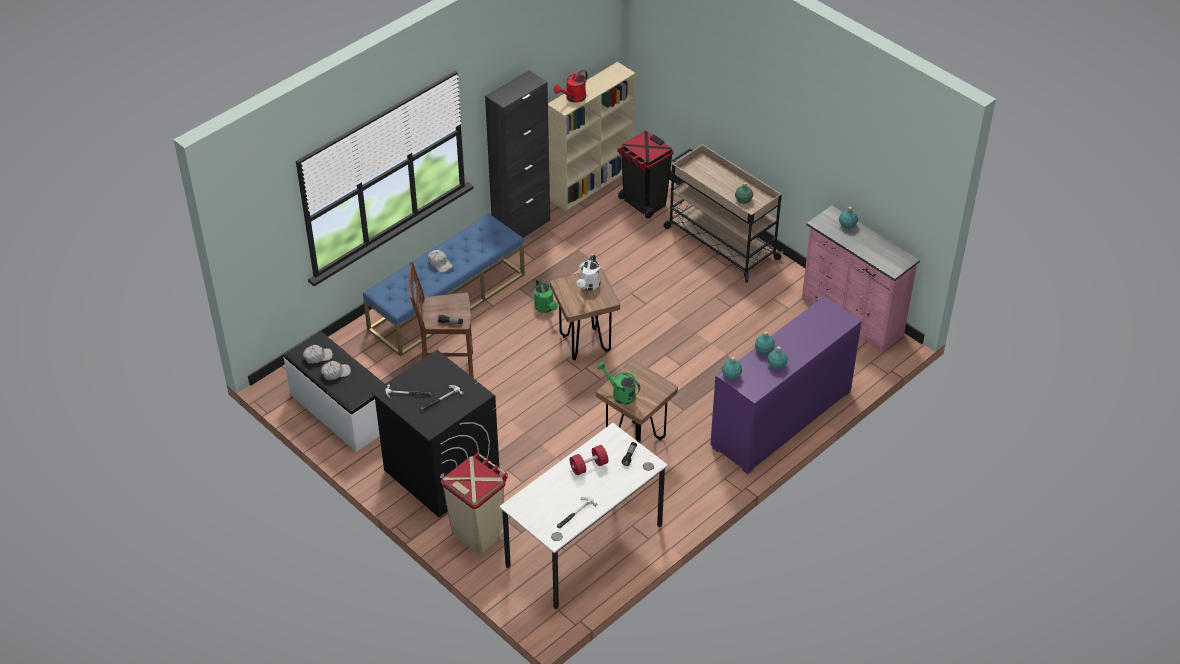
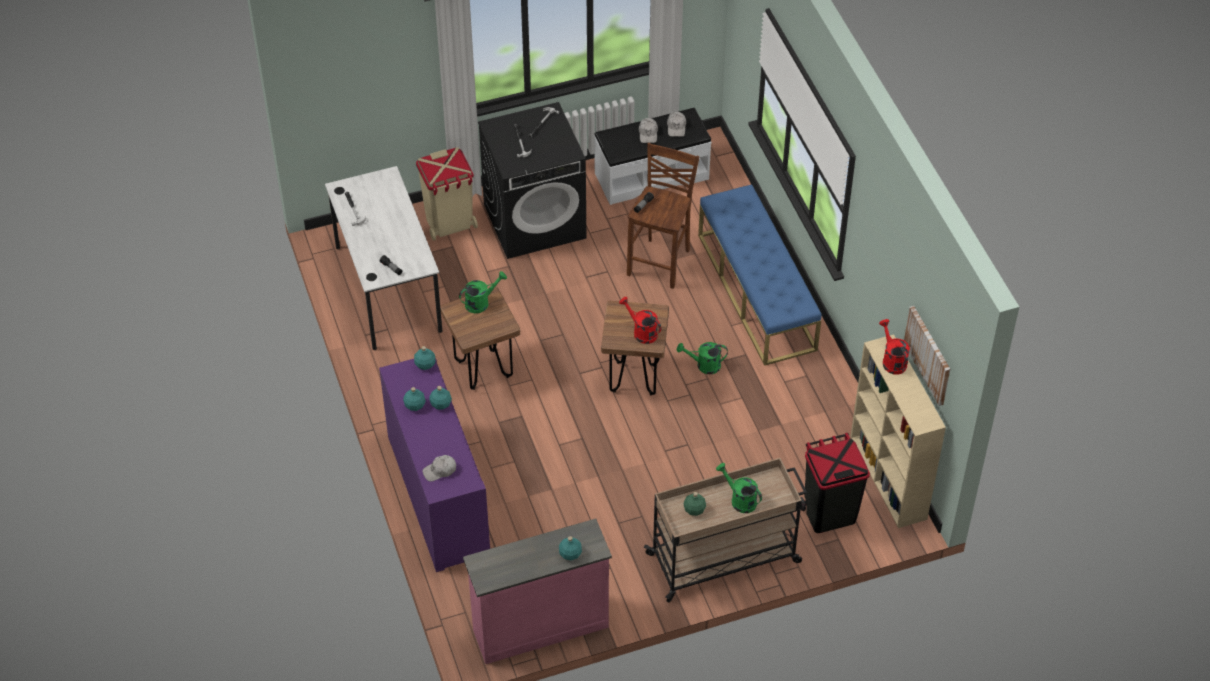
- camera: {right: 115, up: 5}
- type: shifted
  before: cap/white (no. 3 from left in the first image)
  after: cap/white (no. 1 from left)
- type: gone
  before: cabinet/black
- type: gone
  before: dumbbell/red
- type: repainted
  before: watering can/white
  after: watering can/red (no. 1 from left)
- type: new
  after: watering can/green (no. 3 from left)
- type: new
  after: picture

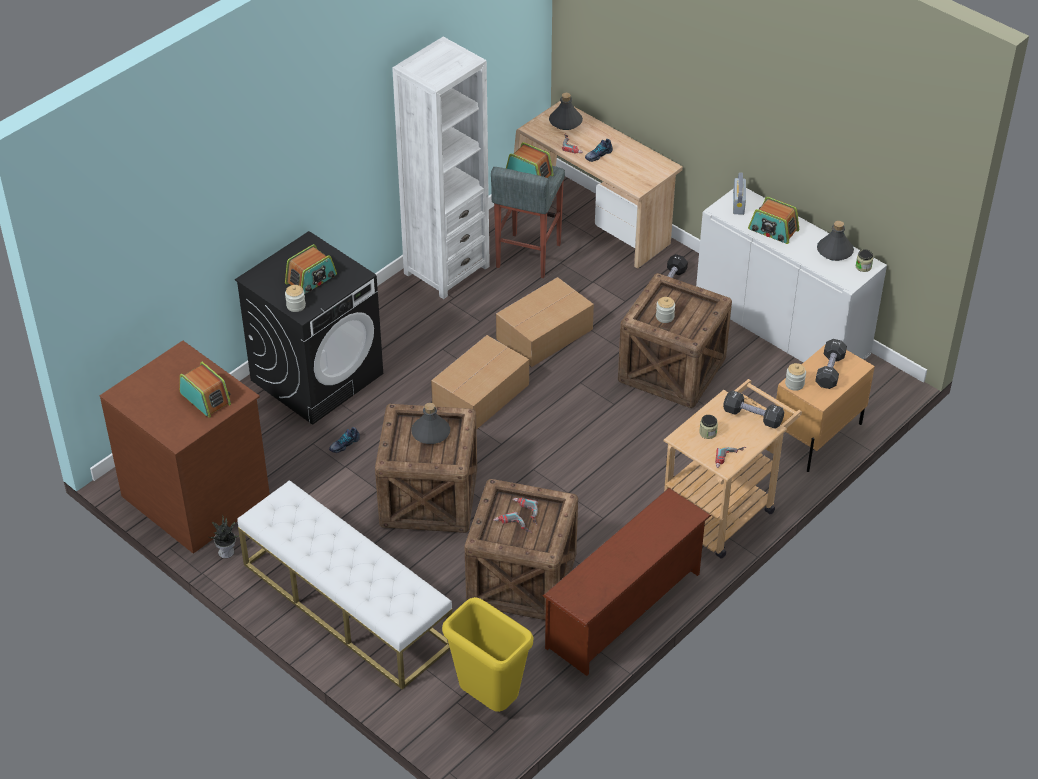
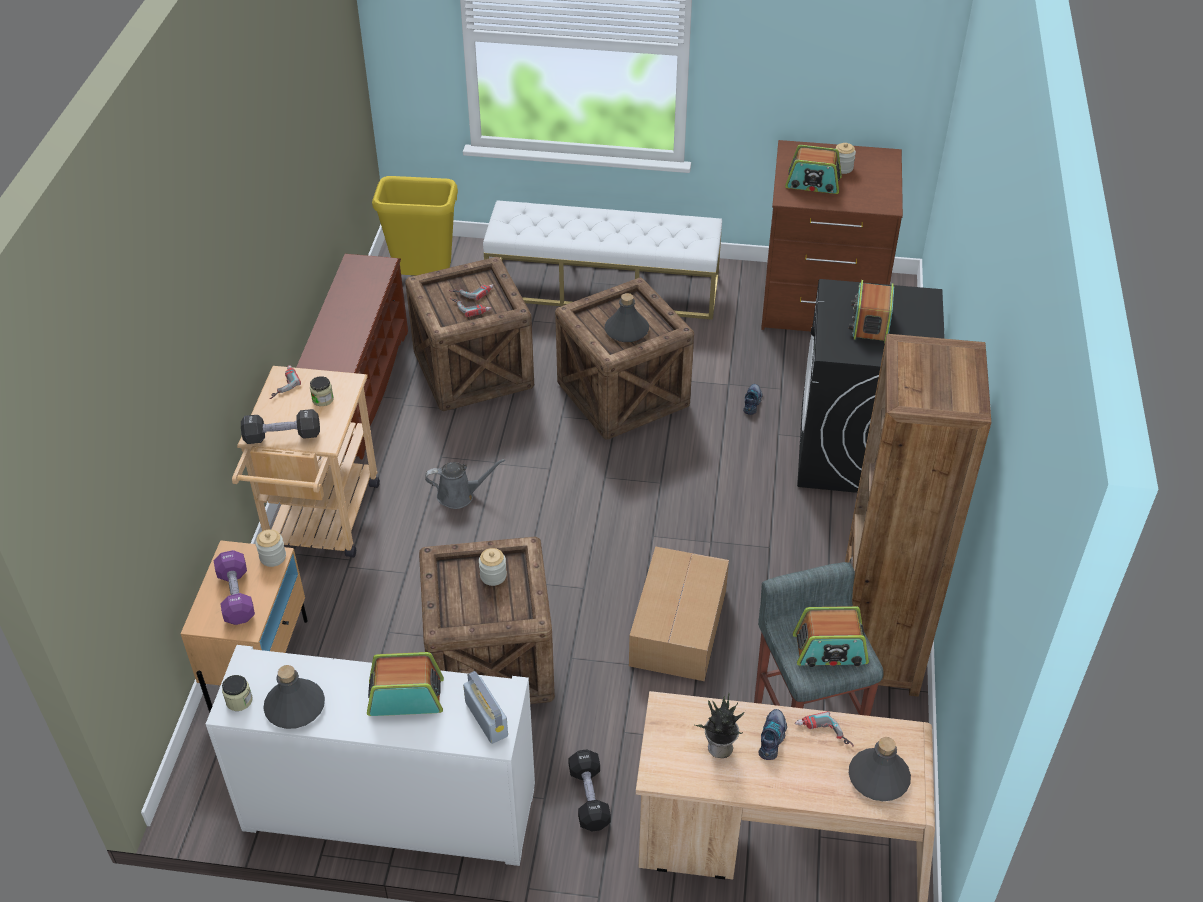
- camera: {right: 145, up: 0}
- type: shifted
  before: potted plant
- type: shifted
  before: jar (no. 1 from left in the first image)
  after: jar (no. 5 from left)
- type: repainted
  before: bookcase/white
  after: bookcase/brown
- type: gone
  before: cardboard box (no. 1 from left)
- type: repainted
  before: dumbbell/black (no. 3 from left)
  after: dumbbell/purple
- type: new
  after: watering can/grey

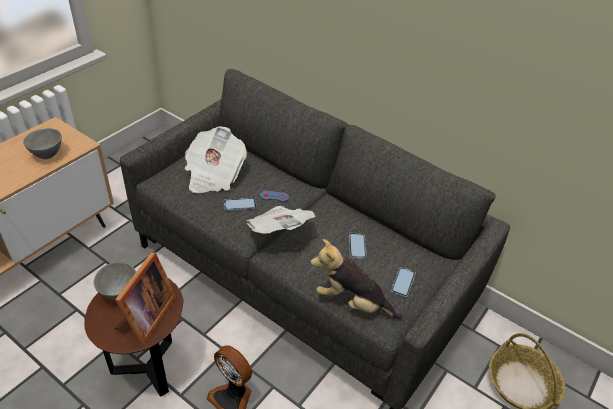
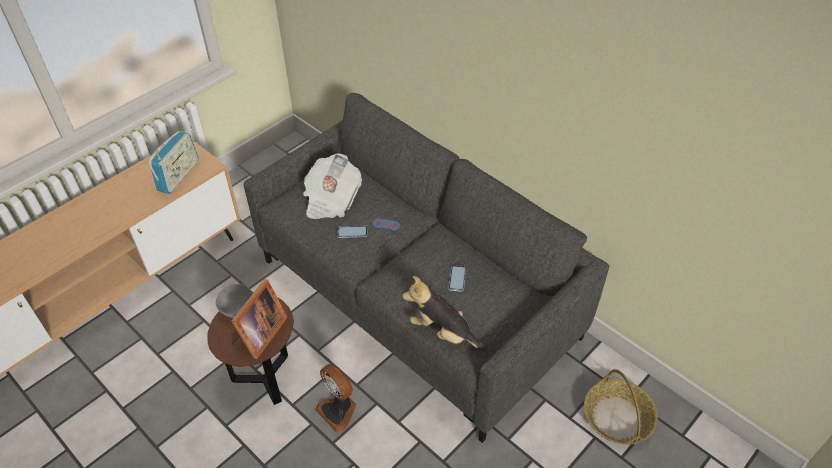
- camera: {right: 10, up: 5}
- type: swapped
  before: bowl/grey (no. 1 from left)
  after: radio
- type: gone
  before: newspaper (no. 2 from left)
- type: gone
  before: phone (no. 3 from left)

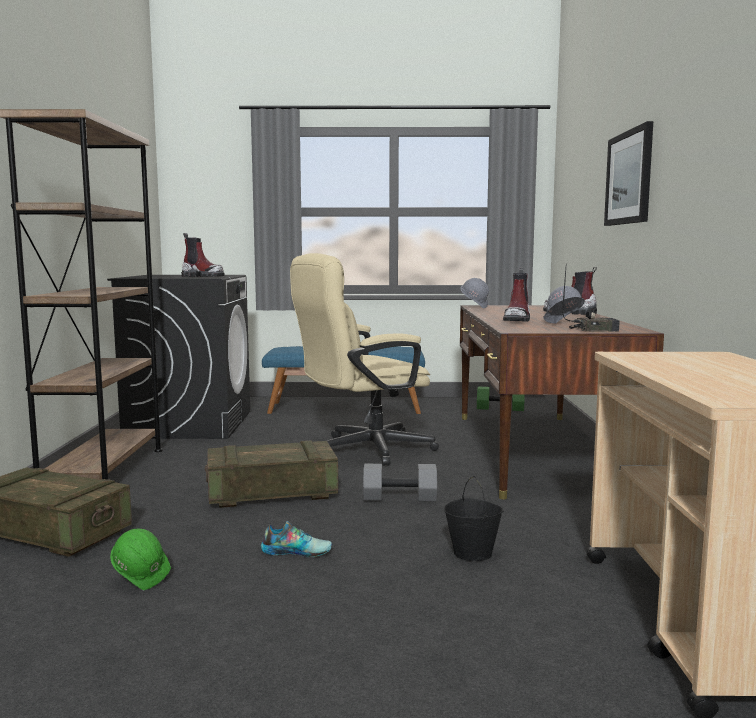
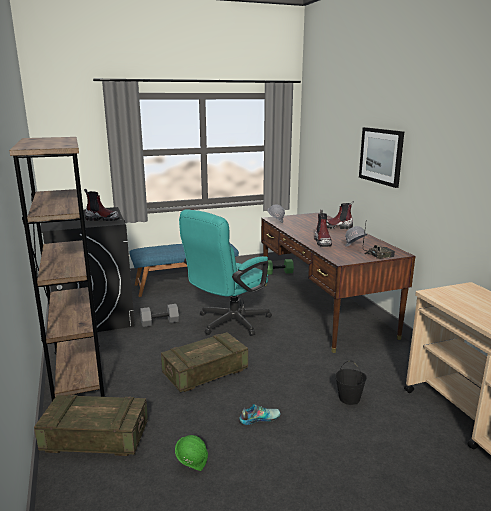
- camera: {right: -20, up: 10}
- type: repainted
  before: office chair/beige
  after: office chair/turquoise
- type: shifted
  before: dumbbell/grey

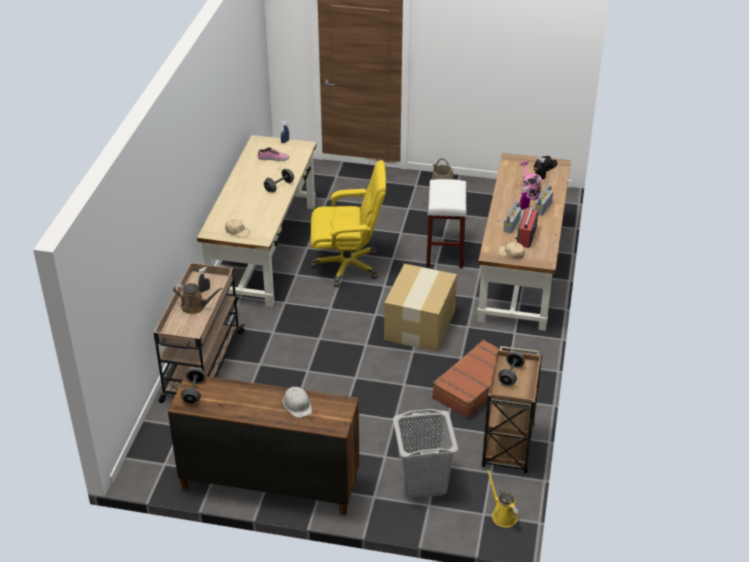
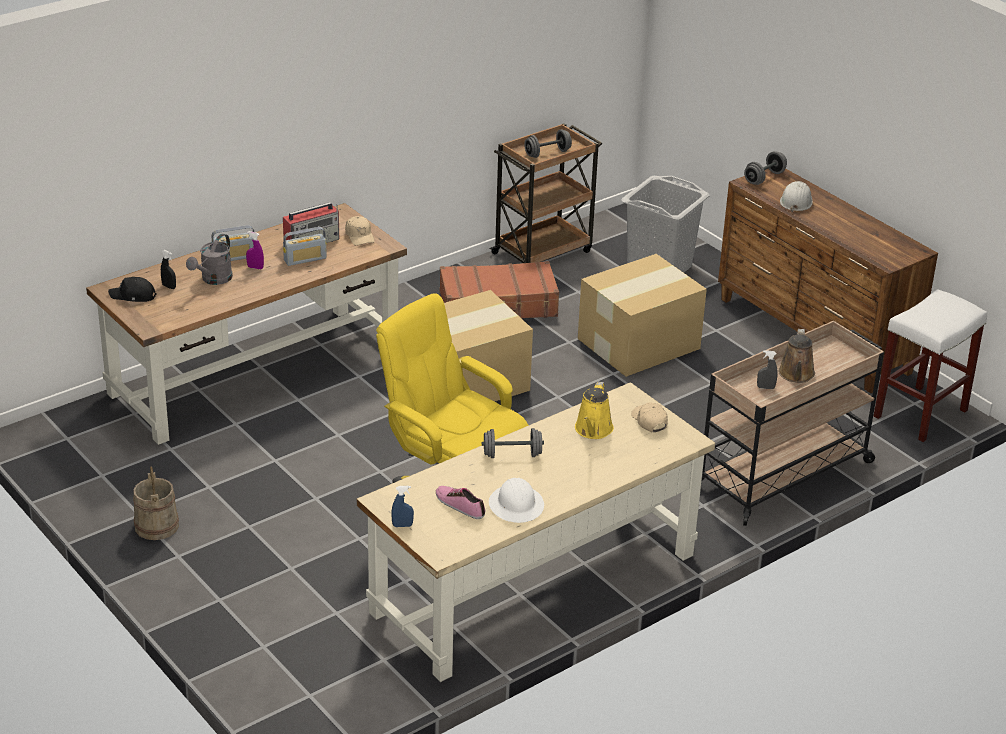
- camera: {right: -140, up: -5}
- type: rotated
  before: watering can/brown
  turn: -135
- type: shifted
  before: dumbbell/grey (no. 1 from left in the first image)
  after: dumbbell/grey (no. 3 from left)
- type: shifted
  before: stool/white
- type: shifted
  before: watering can/yellow
- type: repainted
  before: watering can/pink
  after: watering can/grey
- type: new
  after: hard hat/white (no. 1 from left)
- type: new
  after: cardboard box (no. 2 from left)

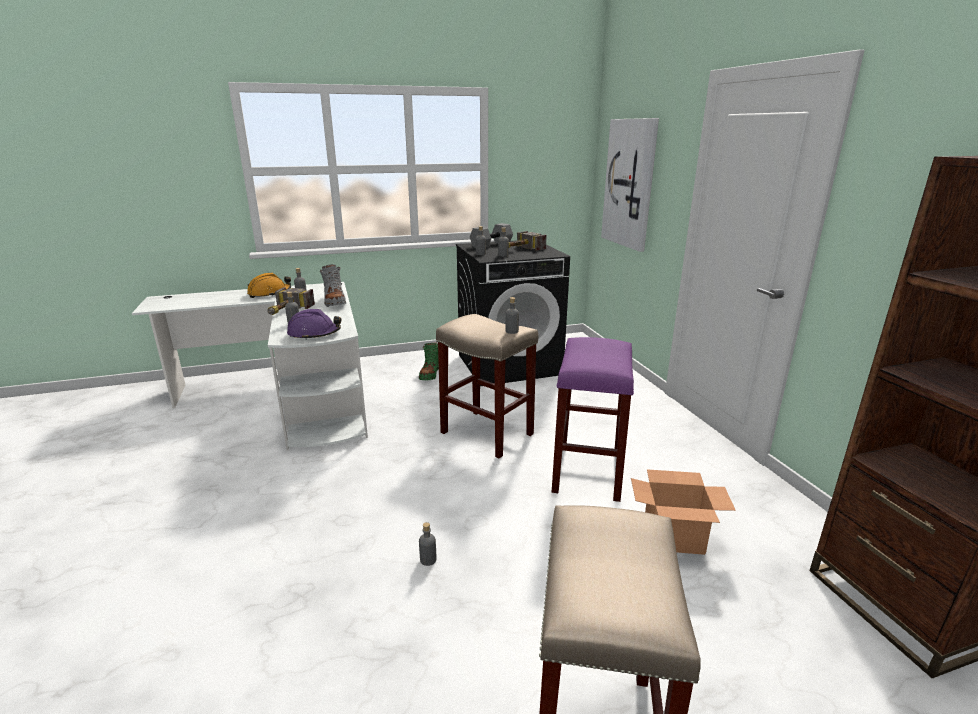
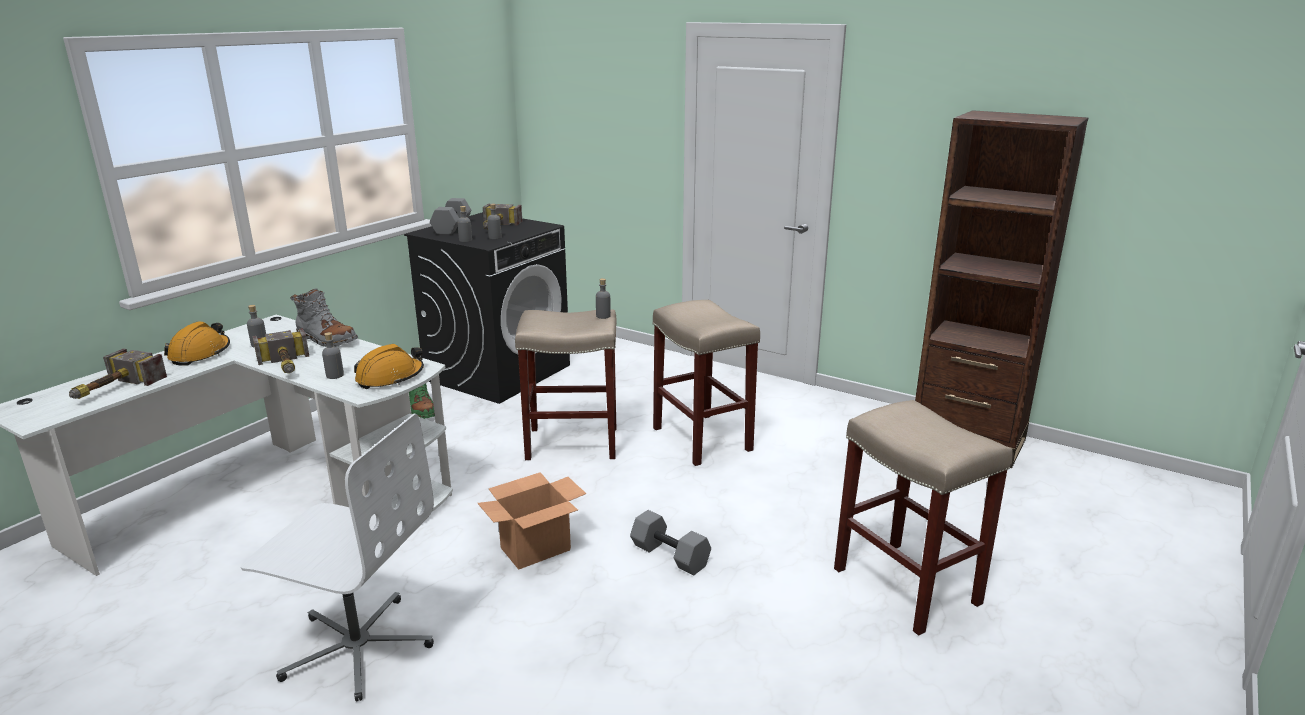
- camera: {right: -40, up: 0}
- type: repainted
  before: hard hat/purple
  after: hard hat/orange (no. 2 from left)
- type: swapped
  before: bottle/grey (no. 3 from left)
  after: dumbbell/grey (no. 2 from left)
- type: repainted
  before: stool/purple
  after: stool/beige (no. 2 from left)
- type: gone
  before: picture
- type: shifted
  before: cardboard box
- type: new
  after: hammer (no. 1 from left)
- type: new
  after: office chair/white

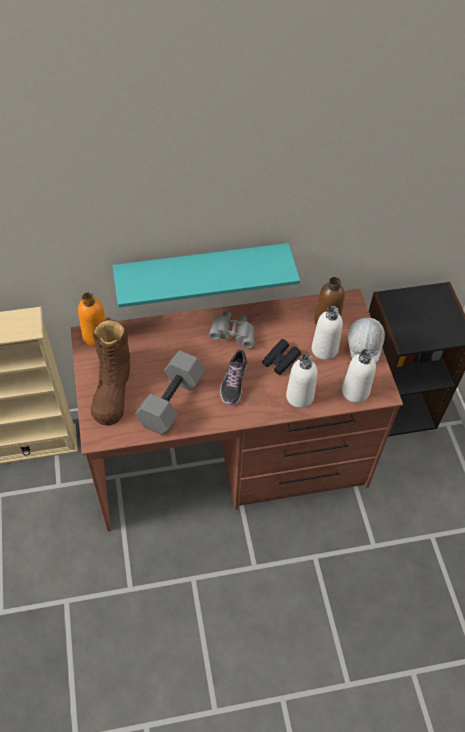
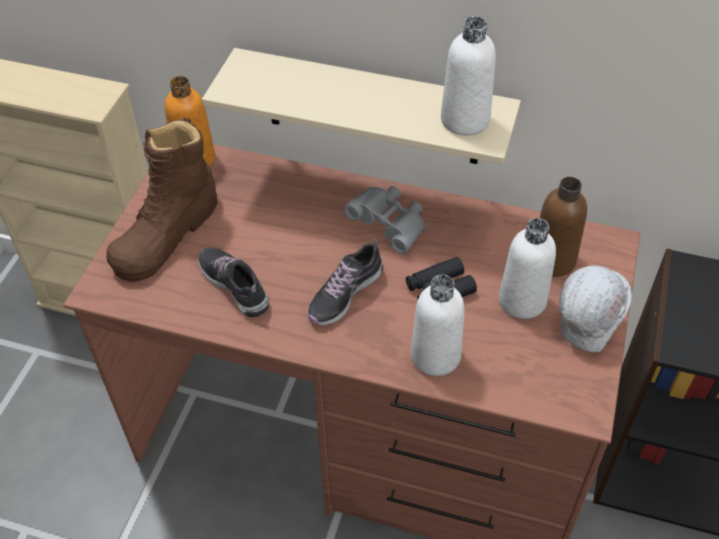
- camera: {right: 30, up: -5}
- type: repainted
  before: shelf/turquoise
  after: shelf/beige
- type: swapped
  before: dumbbell/grey
  after: shoe (no. 1 from left)
- type: shifted
  before: bottle/white (no. 3 from left in the first image)
  after: bottle/white (no. 2 from left)

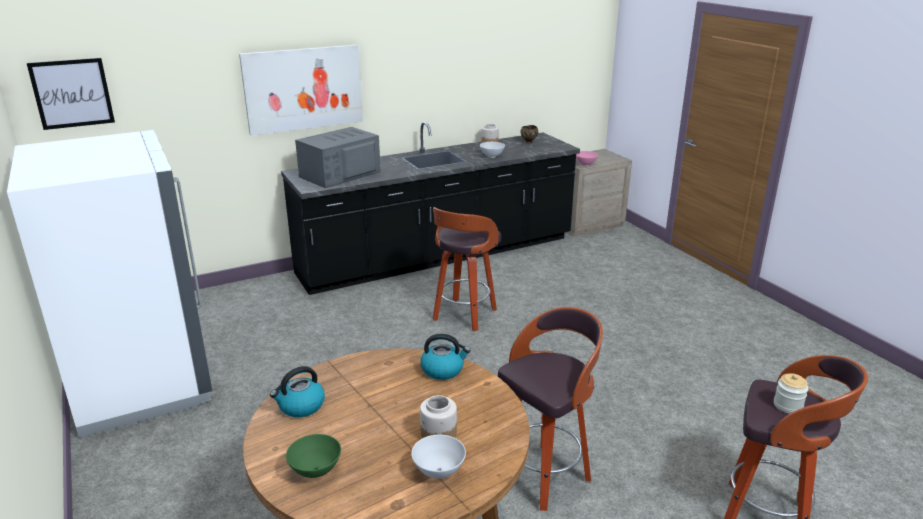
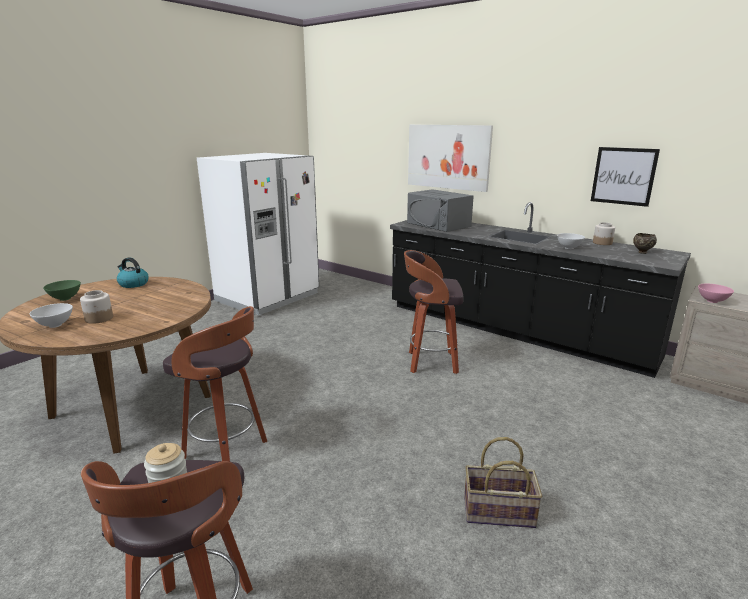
- camera: {right: 65, up: -5}
- type: shifted
  before: picture (no. 1 from left in the first image)
  after: picture (no. 2 from left)
- type: rotated
  before: microwave/grey
  turn: -150
- type: gone
  before: kettle (no. 2 from left)
- type: new
  after: basket

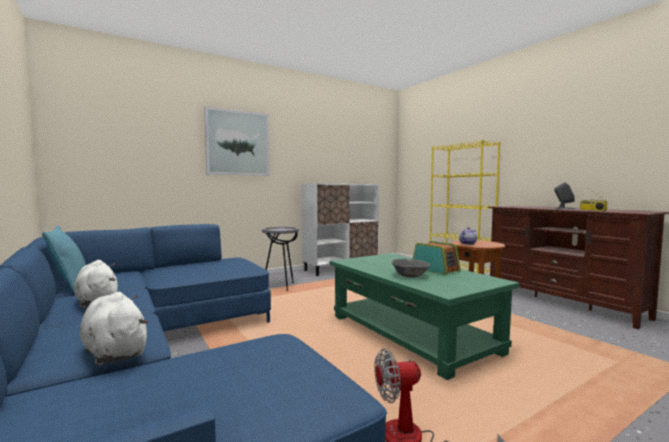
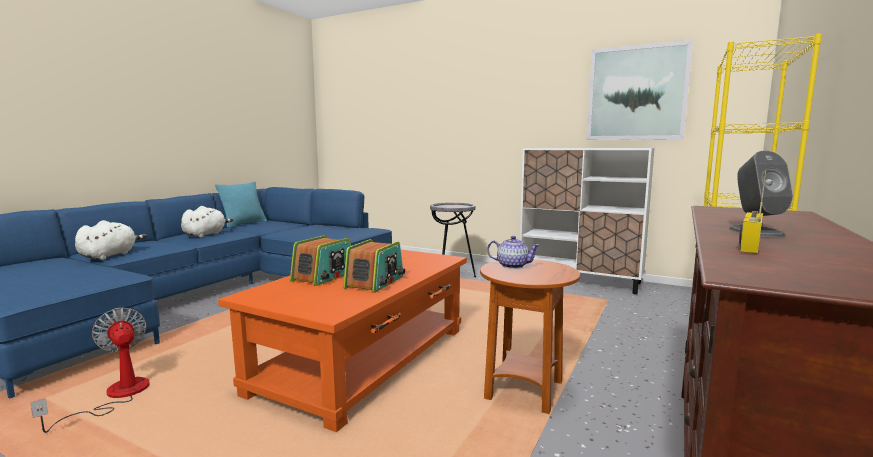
- camera: {right: 60, up: 5}
- type: shifted
  before: picture
- type: repainted
  before: coffee table/green
  after: coffee table/orange
- type: swapped
  before: bowl/grey
  after: radio (no. 1 from left)

